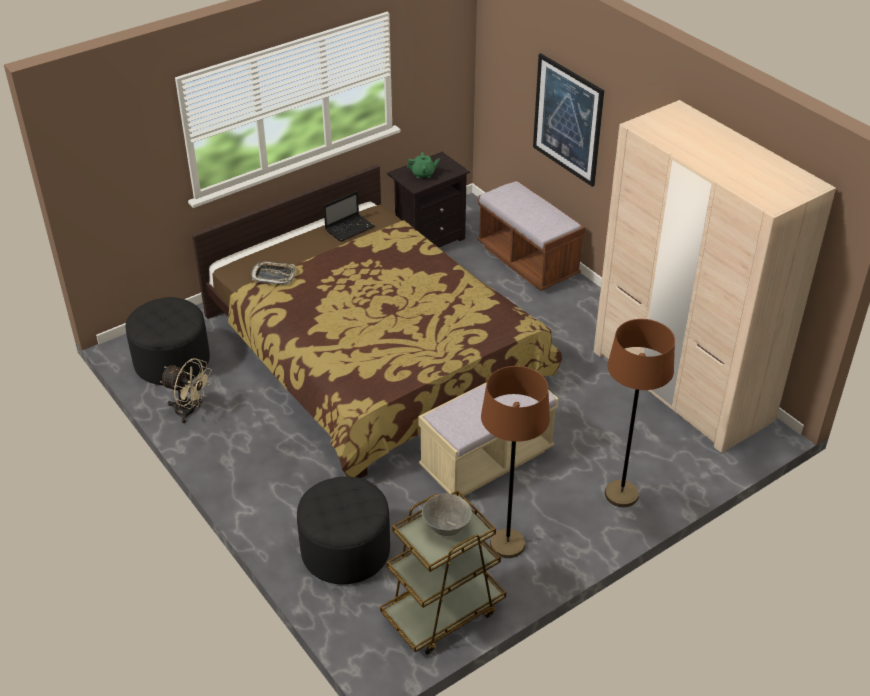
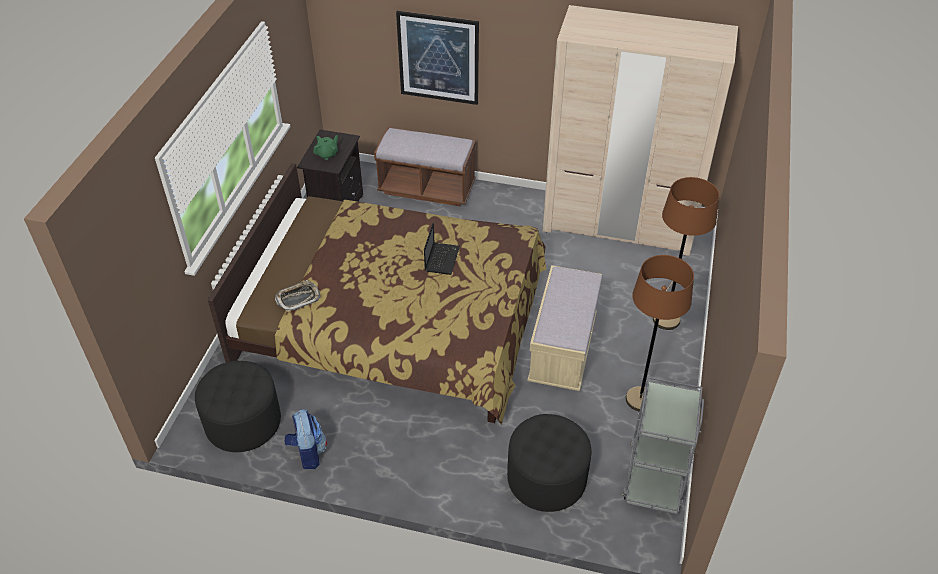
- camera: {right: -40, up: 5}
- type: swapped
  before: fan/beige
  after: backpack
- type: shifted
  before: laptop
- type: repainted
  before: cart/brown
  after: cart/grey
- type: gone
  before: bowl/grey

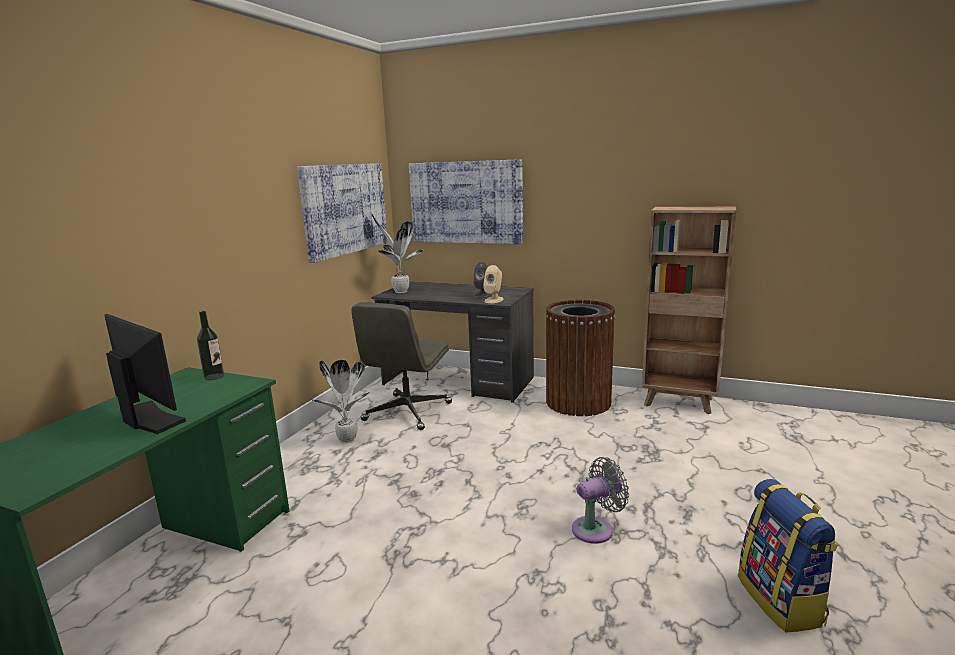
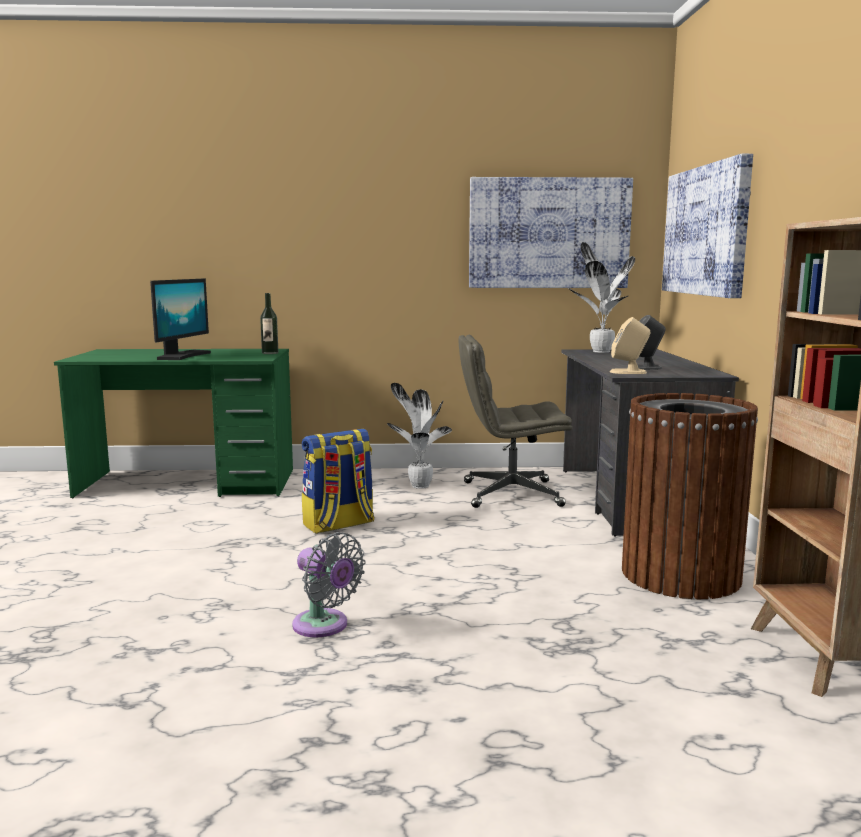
- camera: {right: 65, up: -5}
- type: shifted
  before: backpack

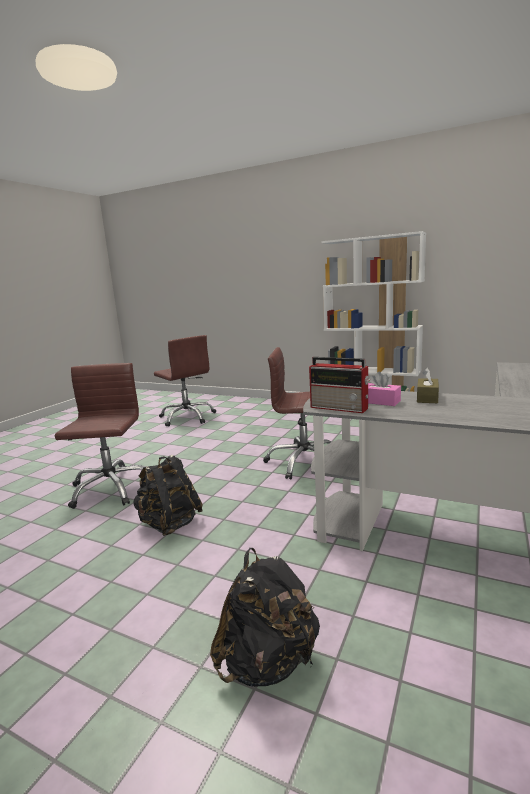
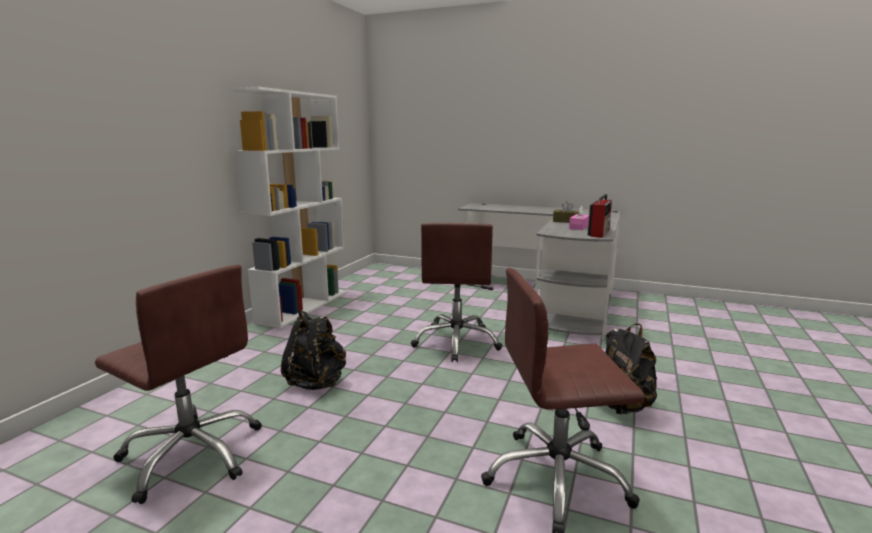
- camera: {right: -95, up: 0}
- type: rotated
  before: office chair/brown (no. 2 from left in the first image)
  turn: 75
- type: shifted
  before: backpack/black (no. 2 from left in the first image)
  after: backpack/black (no. 1 from left)

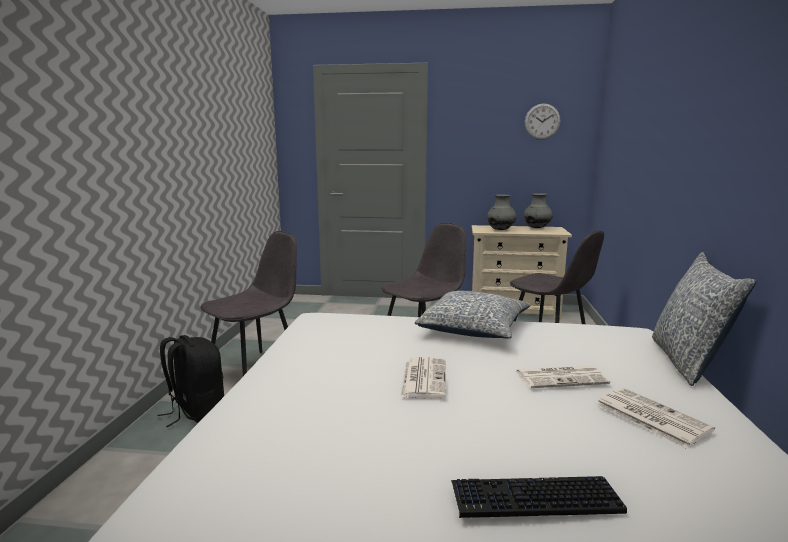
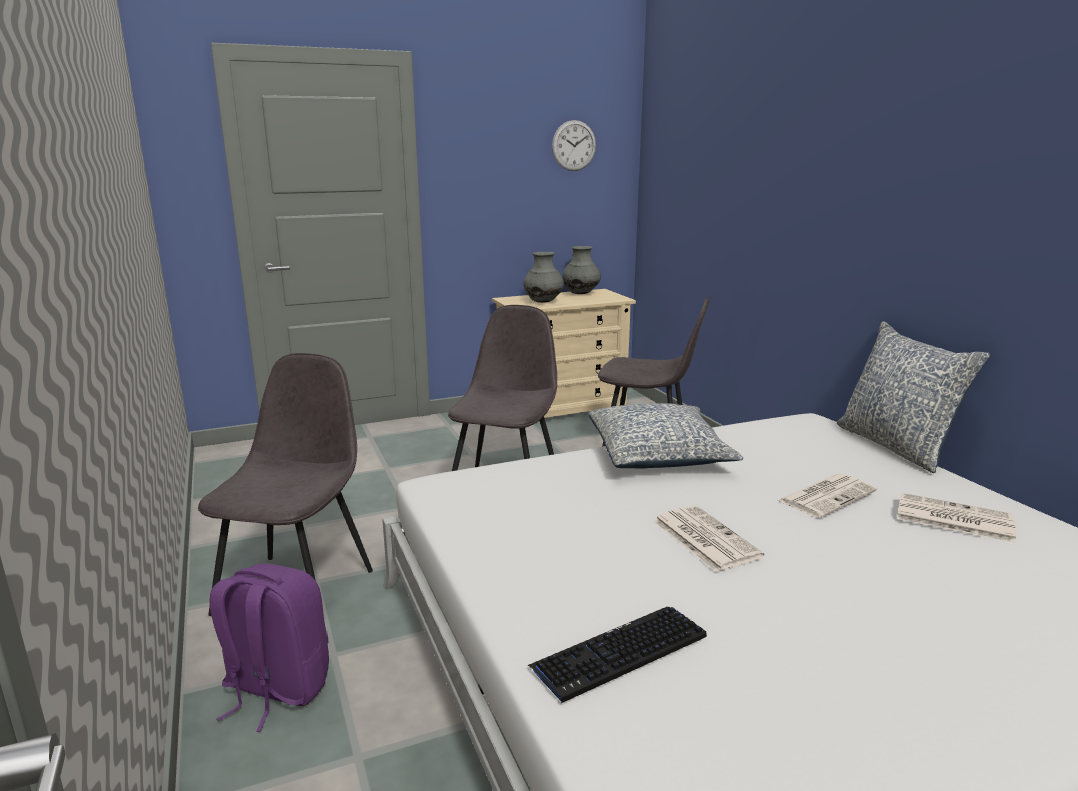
- camera: {right: -30, up: 5}
- type: repainted
  before: backpack/black
  after: backpack/purple
- type: shifted
  before: keyboard

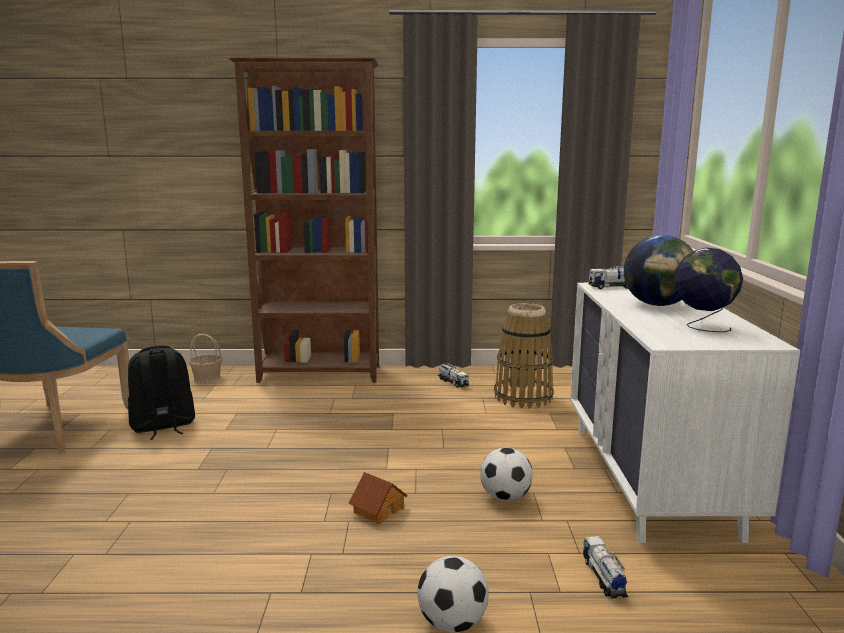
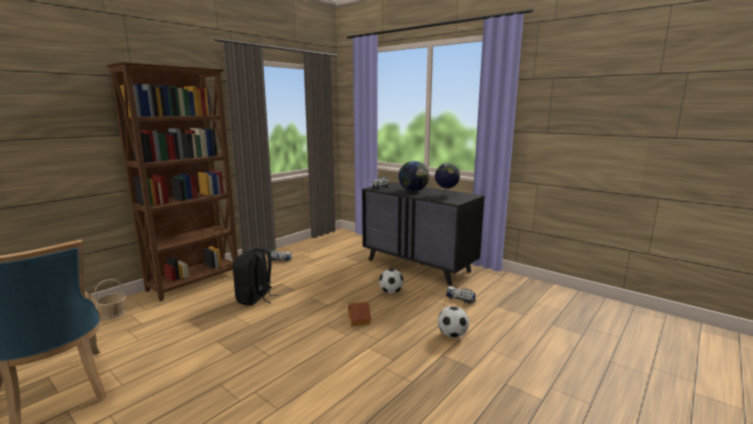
- camera: {right: -50, up: 0}
- type: shifted
  before: backpack/black
- type: gone
  before: basket (no. 2 from left)
- type: repainted
  before: dresser/white
  after: dresser/black

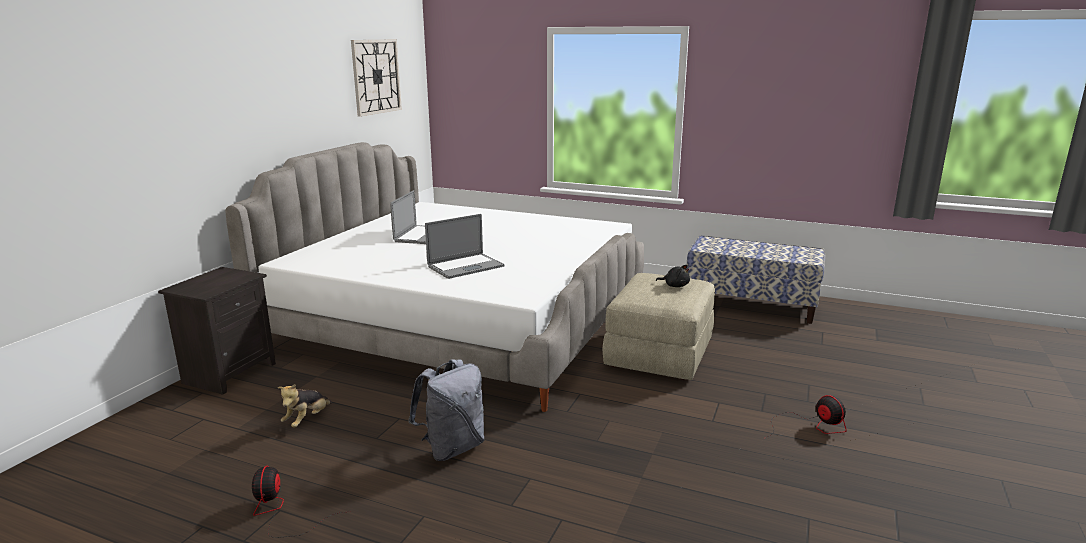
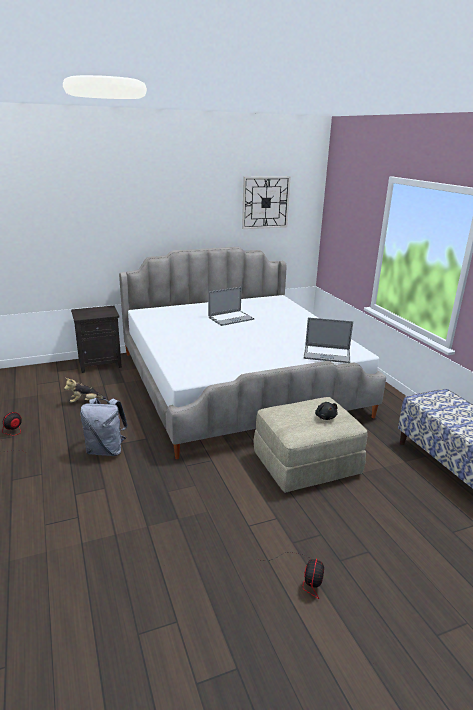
- camera: {right: 45, up: 5}
- type: shifted
  before: laptop (no. 2 from left)

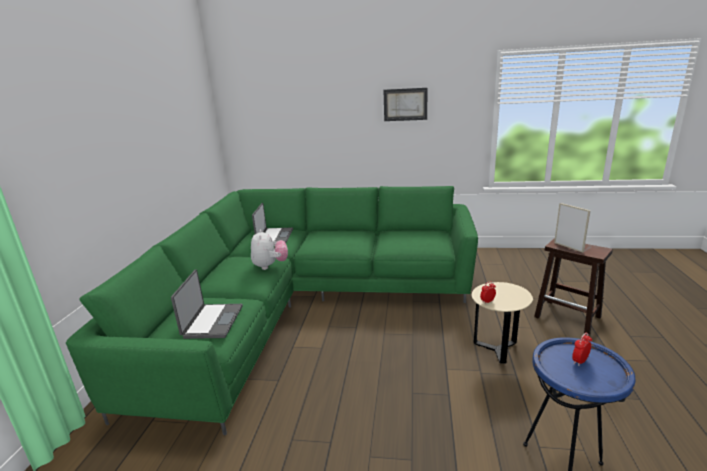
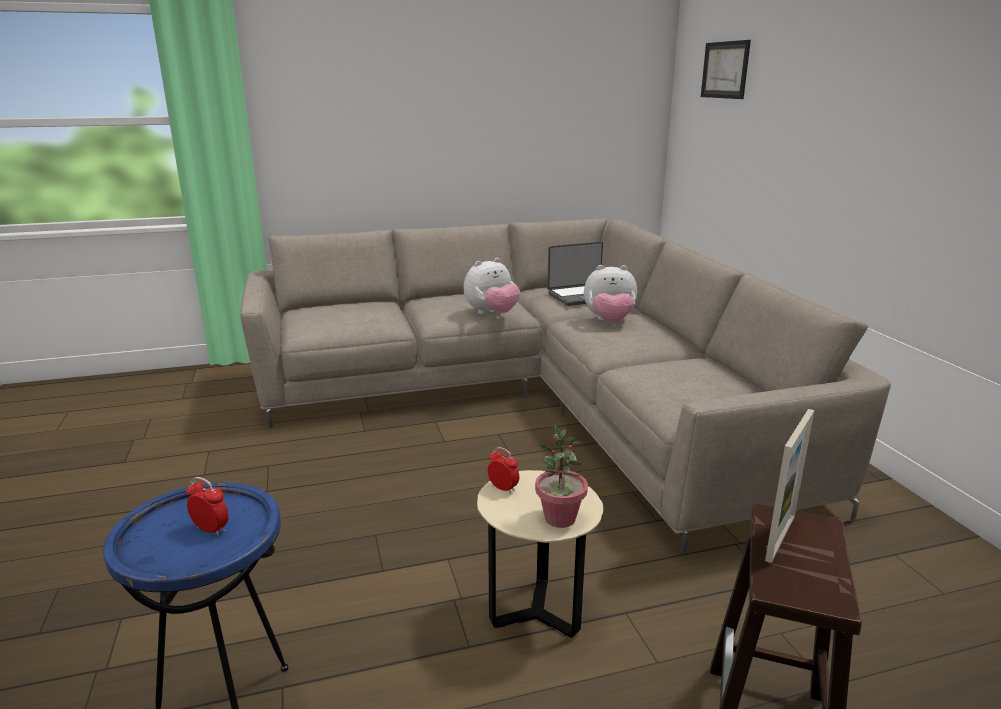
- camera: {right: 65, up: 0}
- type: repainted
  before: sofa/green
  after: sofa/beige
- type: gone
  before: laptop (no. 1 from left)
- type: shifted
  before: picture
- type: new
  after: potted plant
- type: new
  after: plush toy (no. 2 from left)

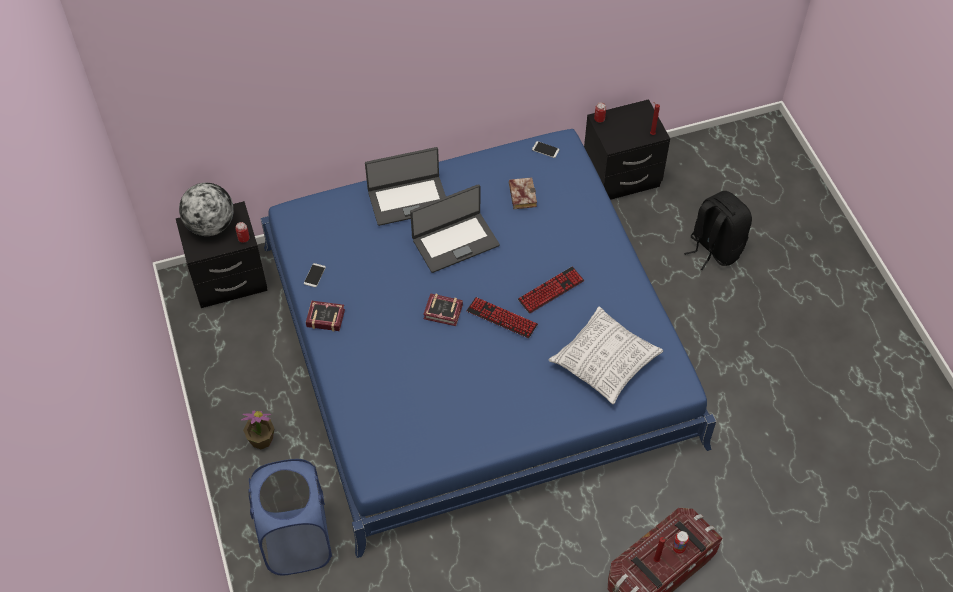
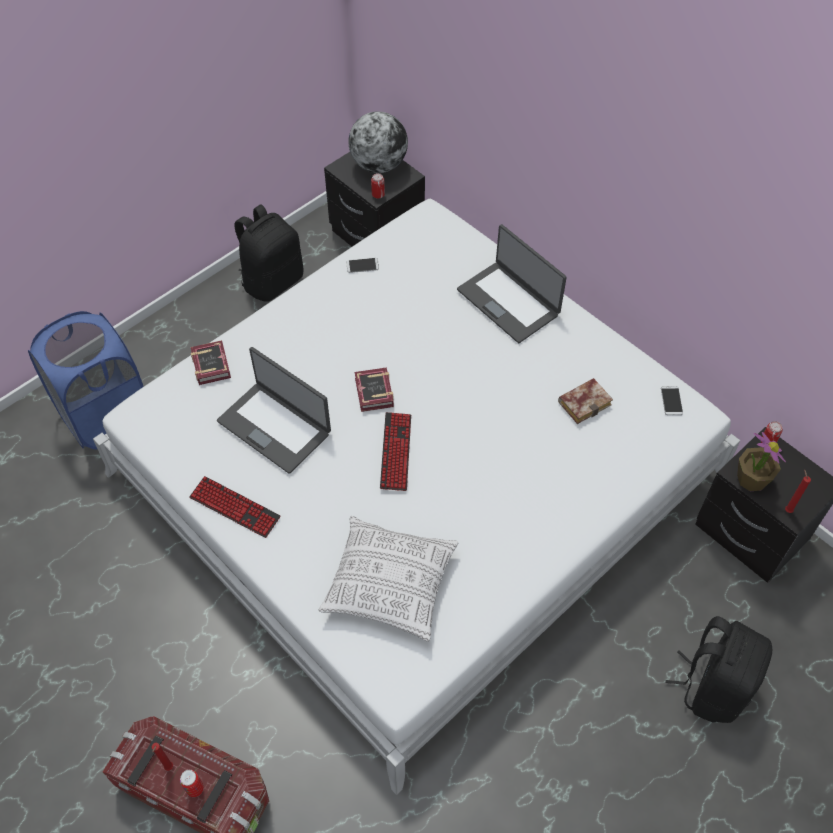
- camera: {right: 65, up: 0}
- type: shifted
  before: potted plant
- type: repainted
  before: bed/blue
  after: bed/white
- type: shifted
  before: book (no. 1 from left)
- type: shifted
  before: laptop (no. 2 from left in the first image)
  after: laptop (no. 1 from left)
- type: shifted
  before: keyboard (no. 2 from left in the first image)
  after: keyboard (no. 1 from left)
- type: new
  after: backpack/black (no. 1 from left)

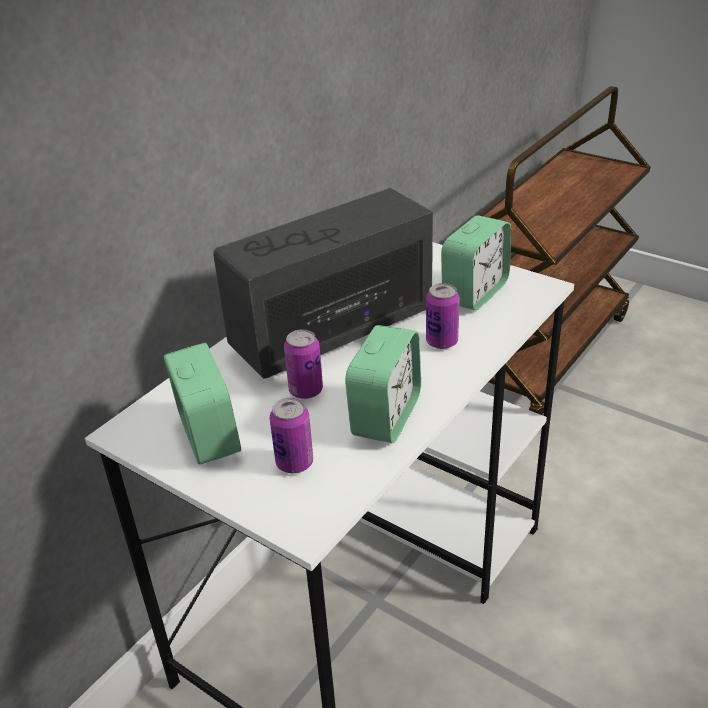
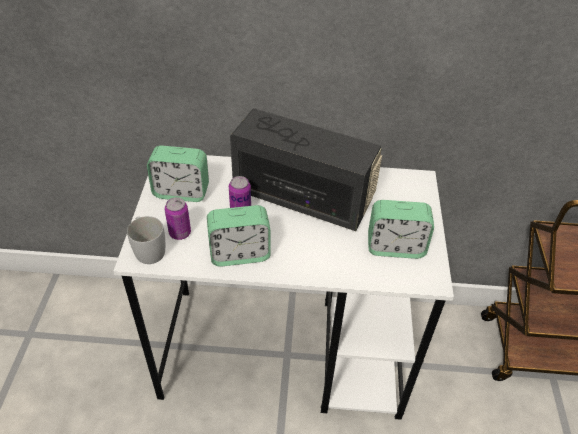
- camera: {right: 55, up: 10}
- type: rotated
  before: alarm clock (no. 1 from left)
  turn: 60
- type: gone
  before: can (no. 3 from left)
- type: new
  after: mug/white

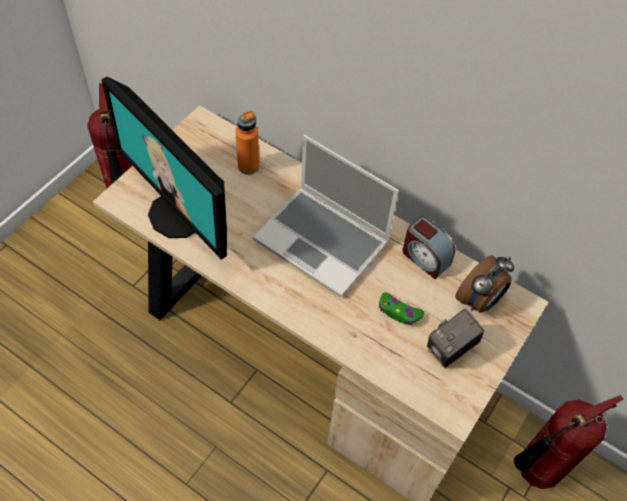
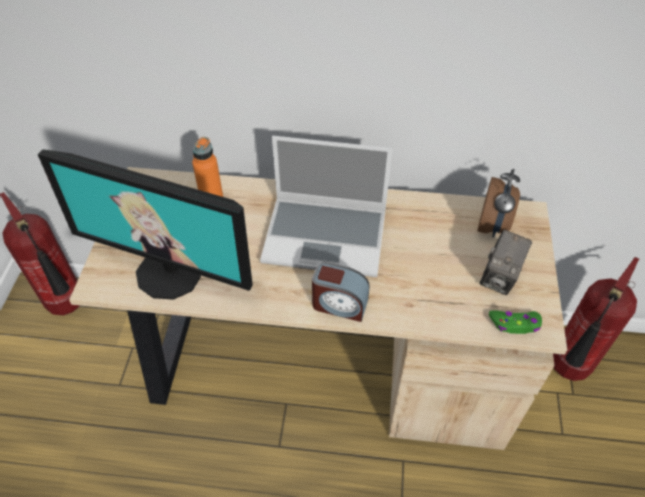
- camera: {right: -25, up: -5}
- type: shifted
  before: game controller/green
- type: shifted
  before: alarm clock (no. 1 from left)

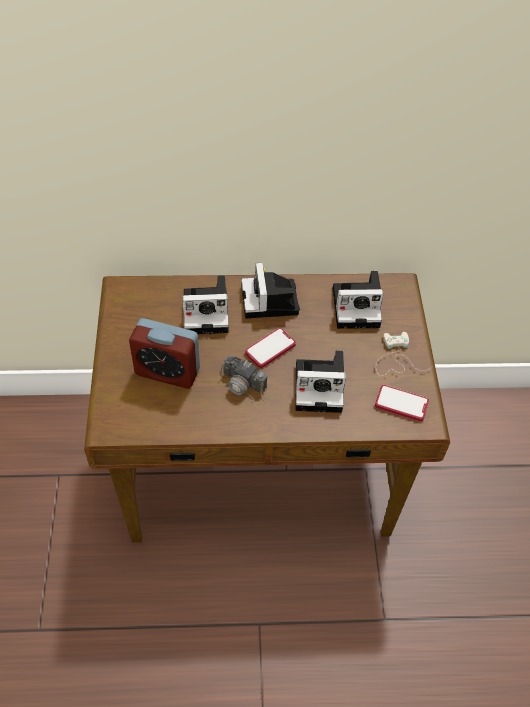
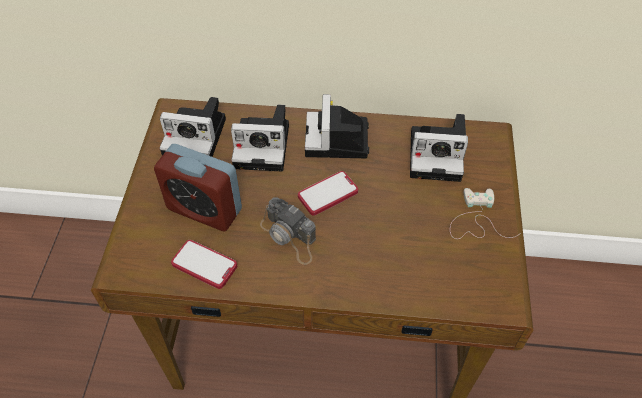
- camera: {right: 10, up: 0}
- type: shifted
  before: photo camera (no. 4 from left in the first image)
  after: photo camera (no. 1 from left)
- type: shifted
  before: phone (no. 2 from left in the first image)
  after: phone (no. 1 from left)

